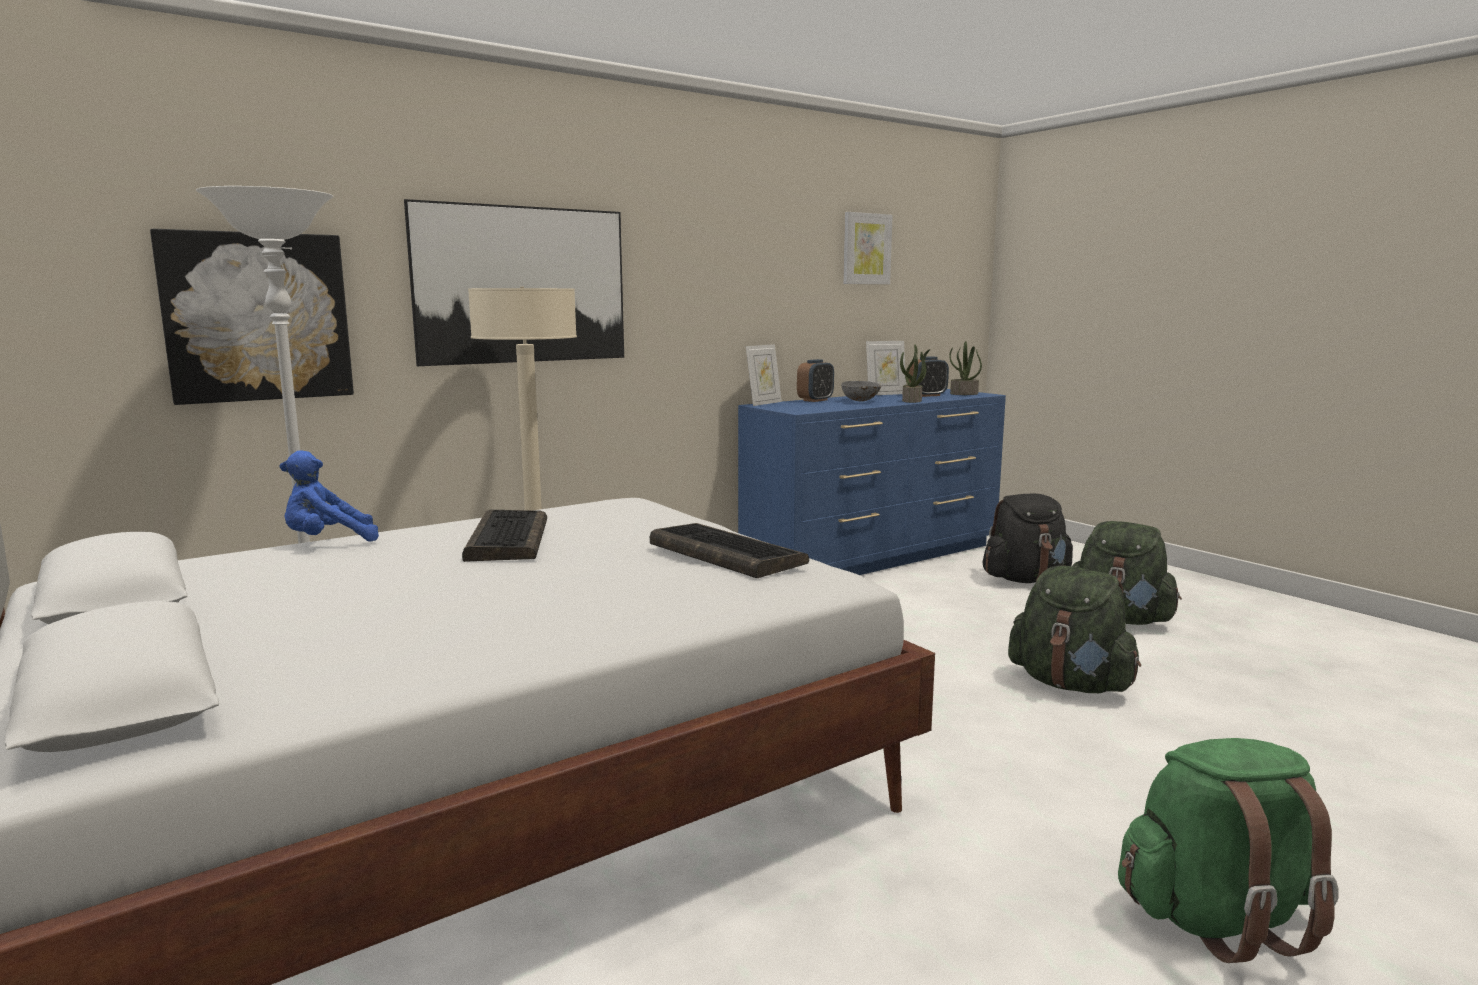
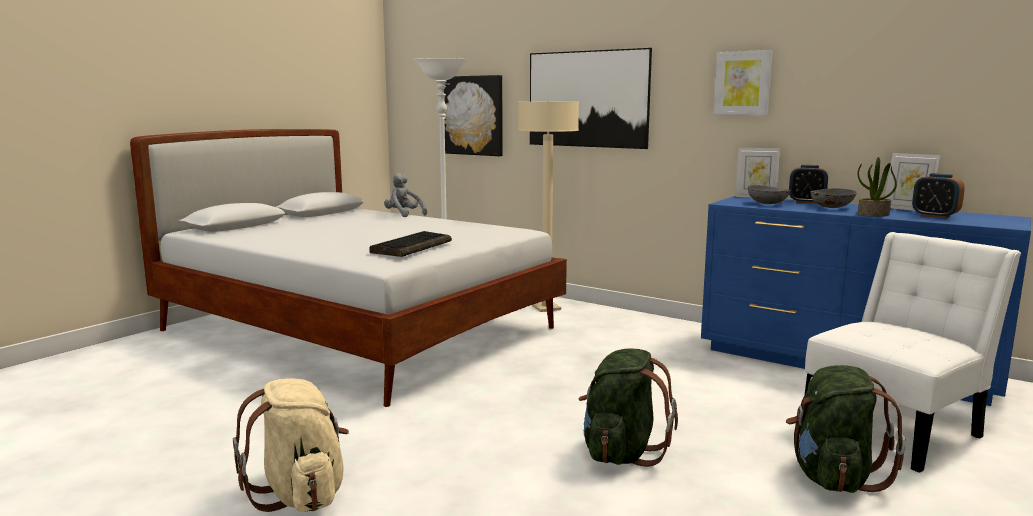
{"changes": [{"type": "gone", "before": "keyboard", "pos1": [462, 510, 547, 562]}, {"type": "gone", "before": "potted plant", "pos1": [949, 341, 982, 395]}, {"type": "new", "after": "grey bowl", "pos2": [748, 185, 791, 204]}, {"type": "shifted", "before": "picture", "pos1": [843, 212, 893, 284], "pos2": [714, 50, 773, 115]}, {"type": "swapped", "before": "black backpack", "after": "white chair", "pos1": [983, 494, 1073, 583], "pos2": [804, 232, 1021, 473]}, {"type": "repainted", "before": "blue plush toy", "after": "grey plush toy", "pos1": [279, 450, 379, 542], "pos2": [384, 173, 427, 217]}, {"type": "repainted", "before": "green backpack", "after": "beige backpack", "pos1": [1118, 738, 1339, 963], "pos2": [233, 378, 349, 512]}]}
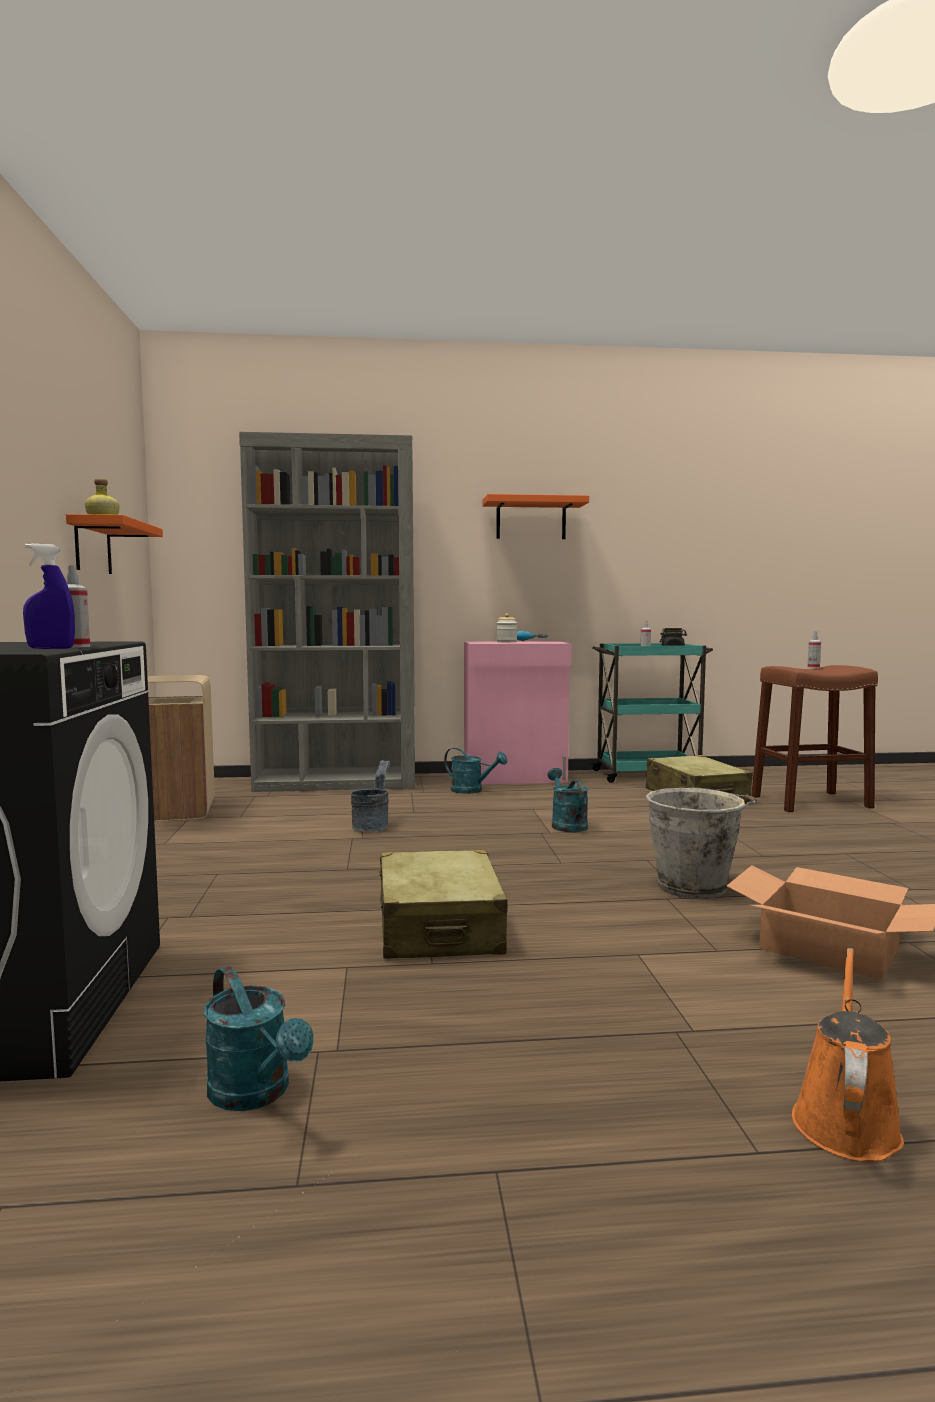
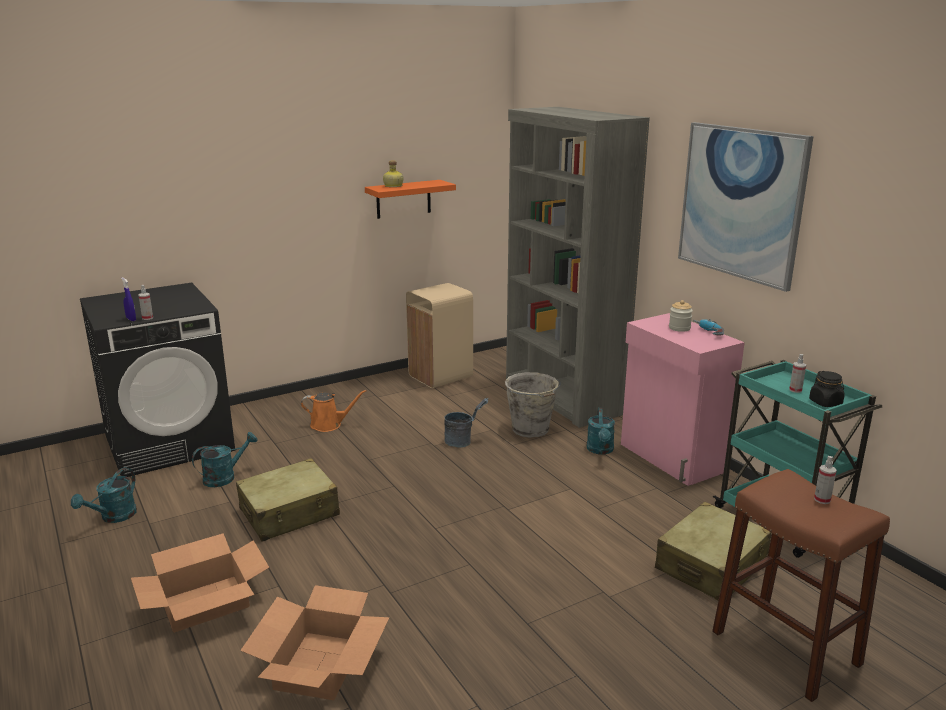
{"changes": [{"type": "new", "after": "cardboard box", "pos2": [131, 533, 269, 633]}, {"type": "shifted", "before": "turquoise watering can", "pos1": [547, 768, 588, 832], "pos2": [192, 432, 258, 487]}, {"type": "shifted", "before": "grey bucket", "pos1": [646, 787, 757, 899], "pos2": [505, 372, 561, 438]}, {"type": "shifted", "before": "orange watering can", "pos1": [792, 948, 904, 1162], "pos2": [301, 390, 367, 432]}, {"type": "swapped", "before": "orange shelf", "after": "picture", "pos1": [482, 494, 589, 539], "pos2": [678, 122, 814, 292]}]}
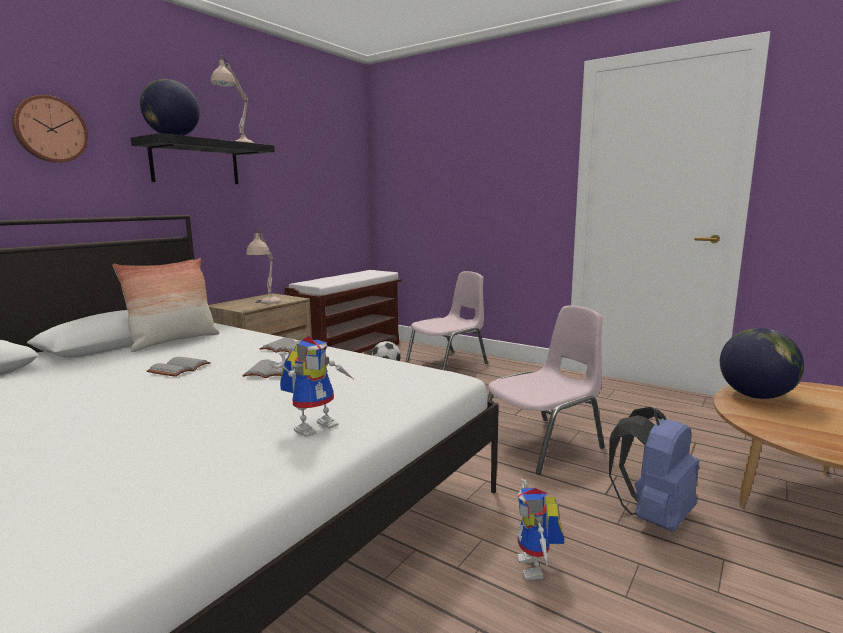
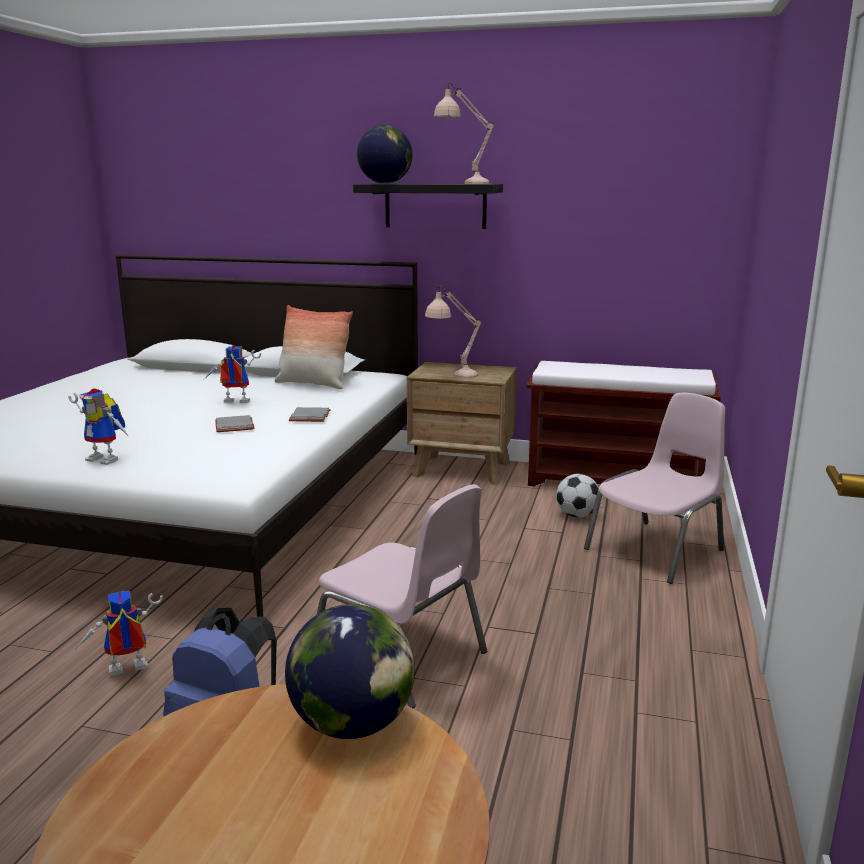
{"changes": [{"type": "gone", "before": "wall clock", "pos1": [12, 95, 88, 163]}, {"type": "swapped", "before": "grey book", "after": "toy robot", "pos1": [147, 357, 211, 377], "pos2": [204, 344, 261, 403]}, {"type": "rotated", "before": "pink chair", "pos1": [406, 271, 488, 370], "pos2": [584, 392, 725, 584], "turn": -75}]}
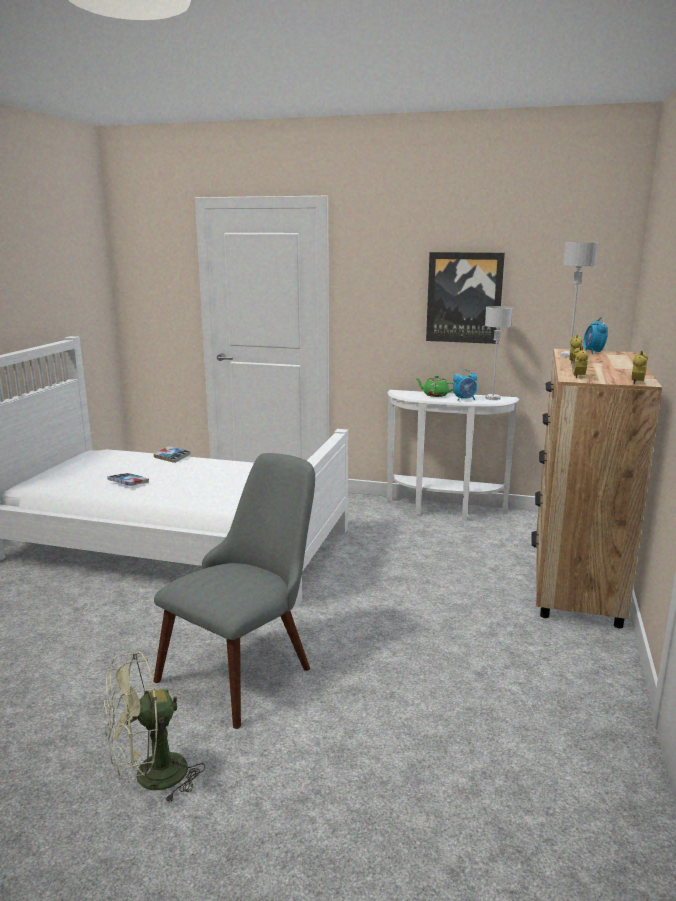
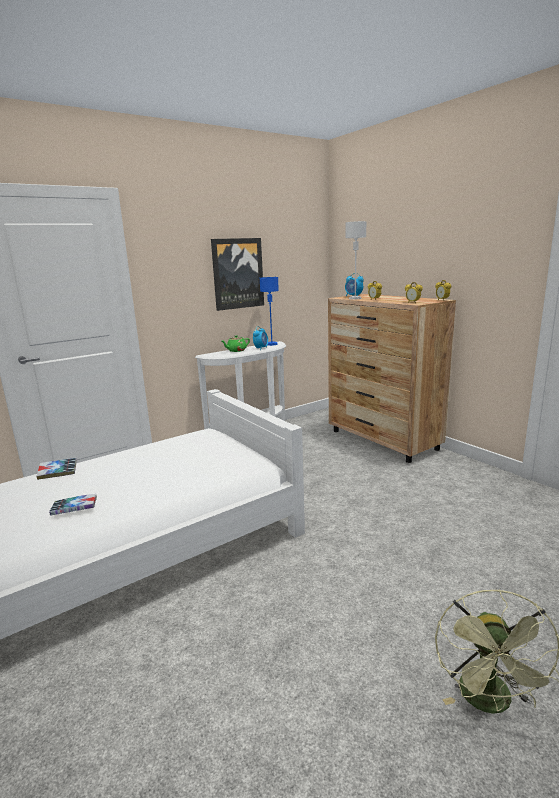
{"changes": [{"type": "gone", "before": "grey chair", "pos1": [153, 453, 315, 729]}, {"type": "repainted", "before": "grey table lamp", "after": "blue table lamp", "pos1": [485, 306, 512, 400], "pos2": [260, 277, 279, 346]}]}
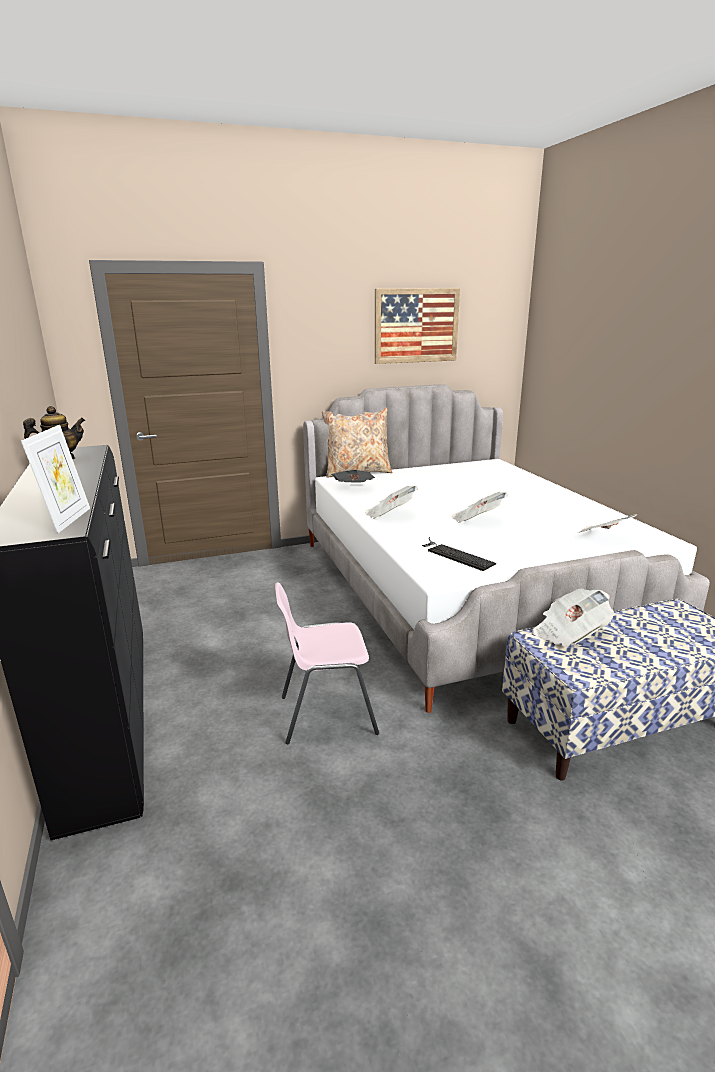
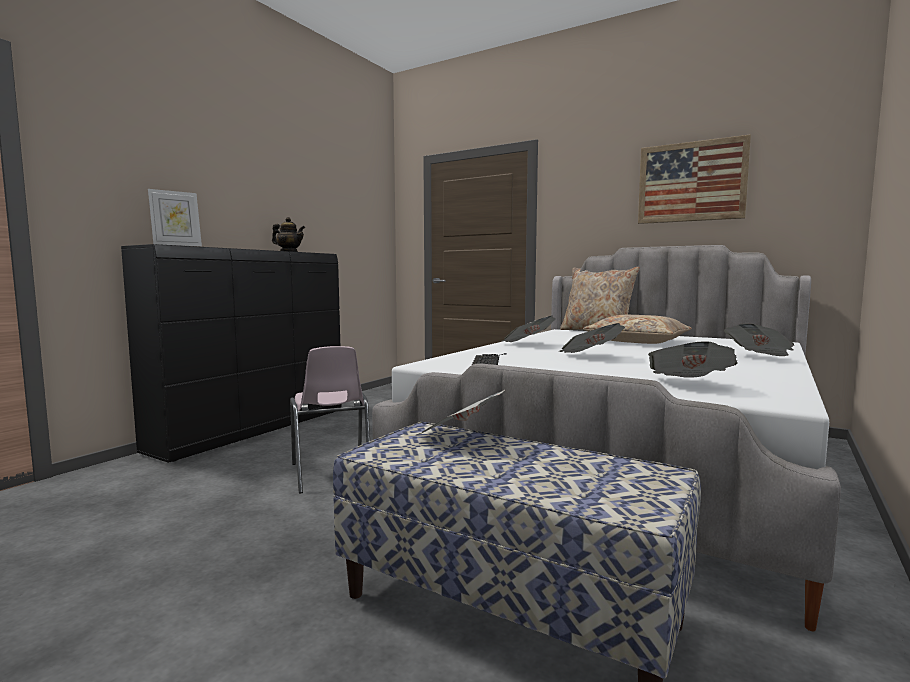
{"changes": [{"type": "new", "after": "beige pillow", "pos2": [583, 315, 692, 344]}, {"type": "shifted", "before": "newspaper", "pos1": [331, 470, 375, 483], "pos2": [724, 323, 794, 356]}, {"type": "rotated", "before": "pink chair", "pos1": [275, 582, 379, 744], "pos2": [290, 346, 370, 494], "turn": -150}]}
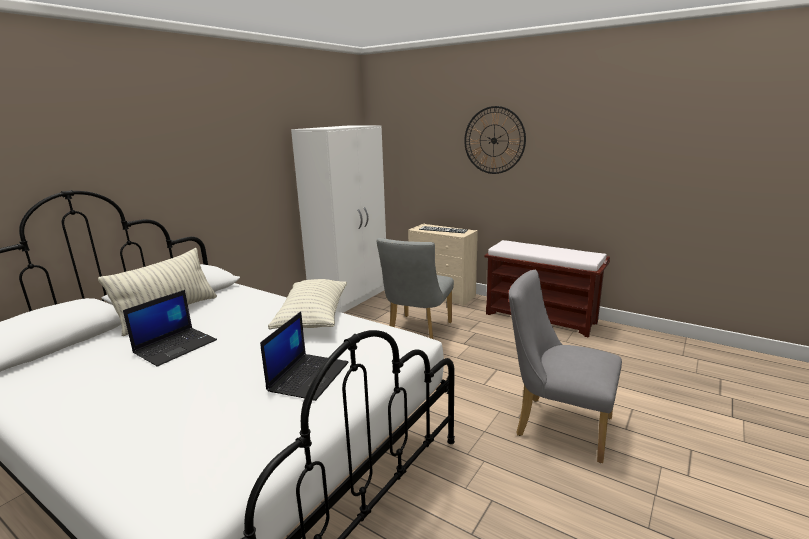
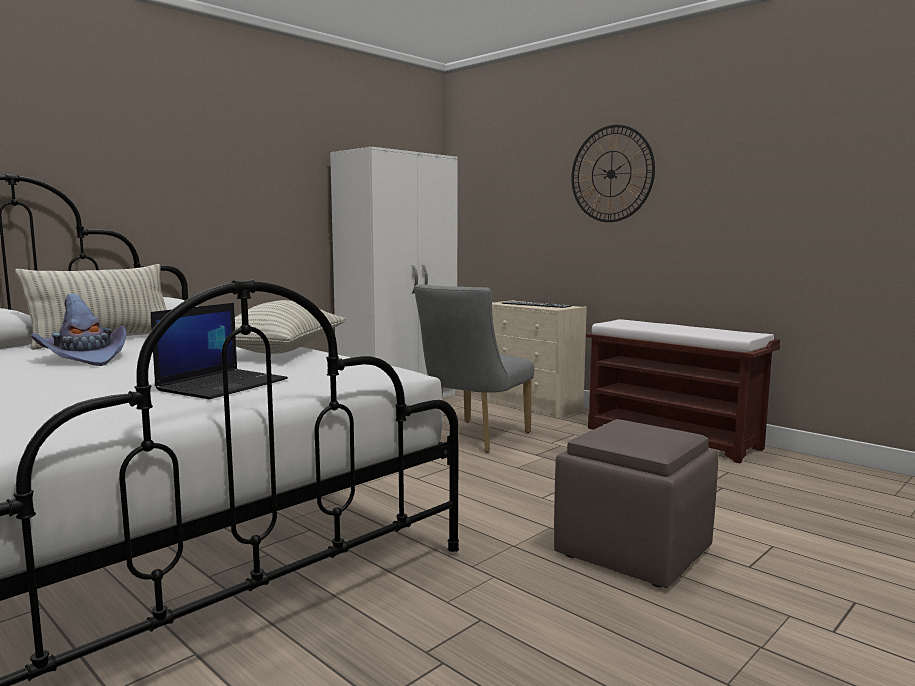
{"changes": [{"type": "swapped", "before": "laptop", "after": "purple hat", "pos1": [123, 290, 217, 367], "pos2": [31, 294, 127, 366]}, {"type": "swapped", "before": "grey chair", "after": "brown ottoman", "pos1": [509, 270, 622, 463], "pos2": [554, 419, 718, 588]}]}
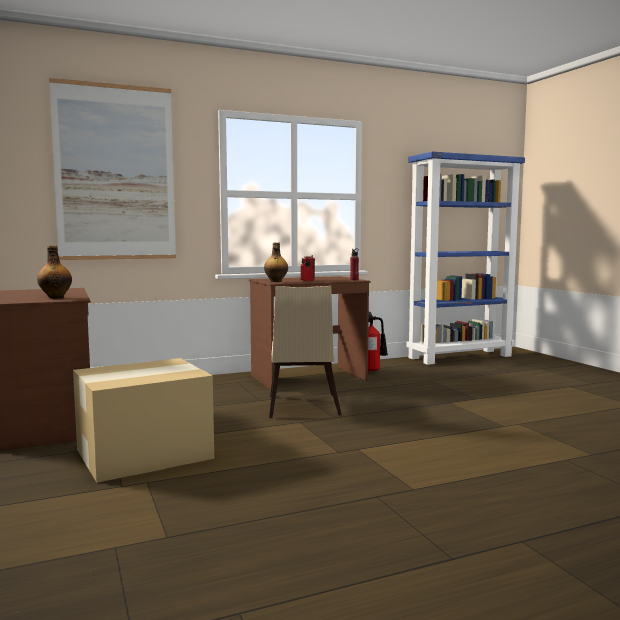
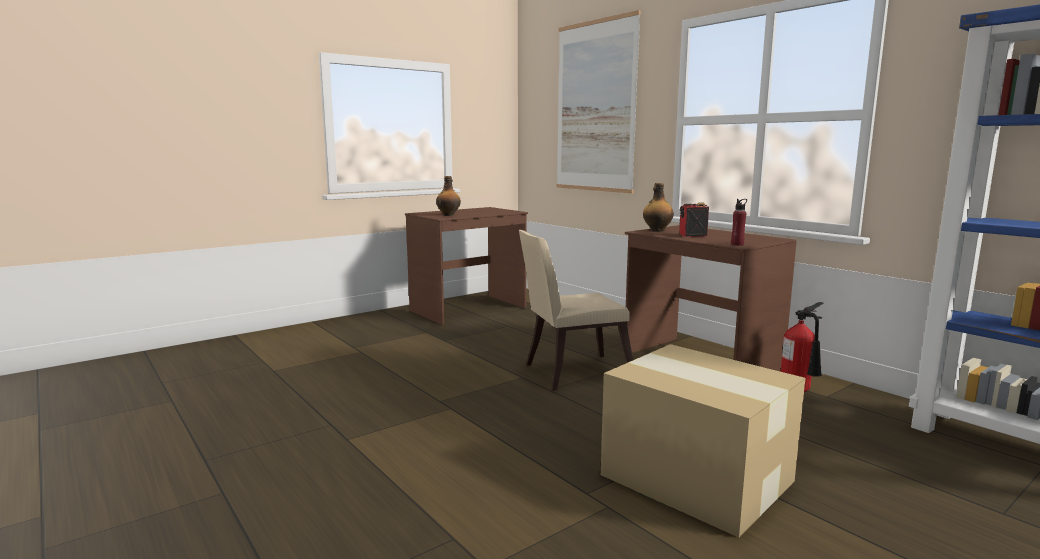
{"changes": [{"type": "shifted", "before": "cardboard box", "pos1": [73, 358, 214, 483], "pos2": [601, 344, 805, 538]}]}
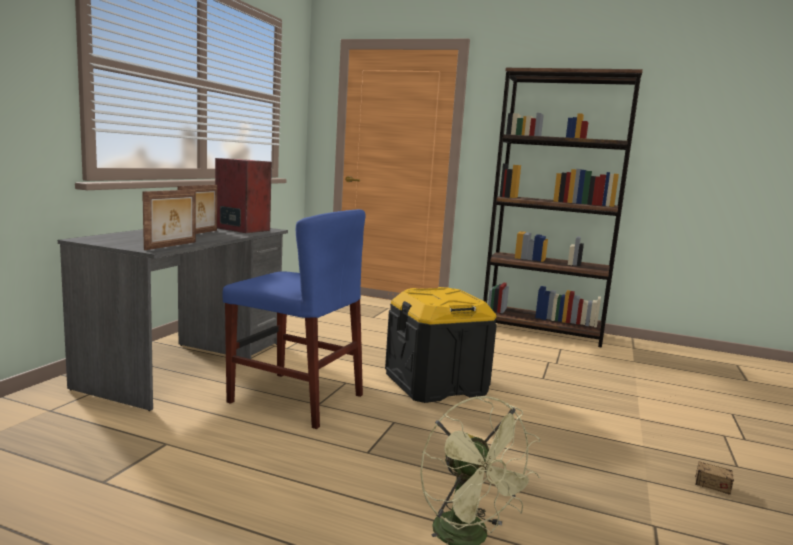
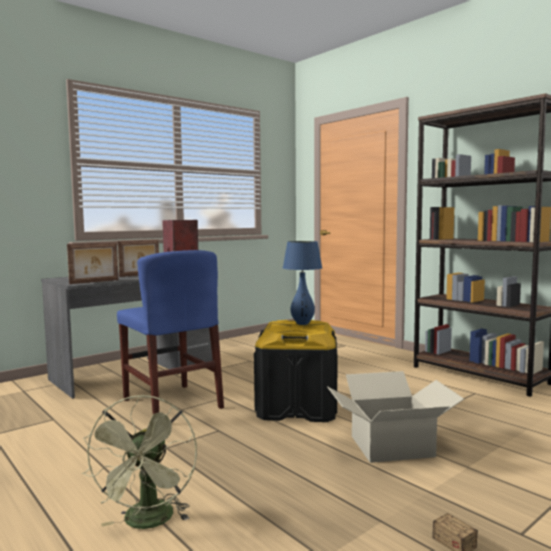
{"changes": [{"type": "new", "after": "blue table lamp", "pos2": [283, 241, 322, 325]}, {"type": "new", "after": "cardboard box", "pos2": [327, 371, 464, 463]}]}
